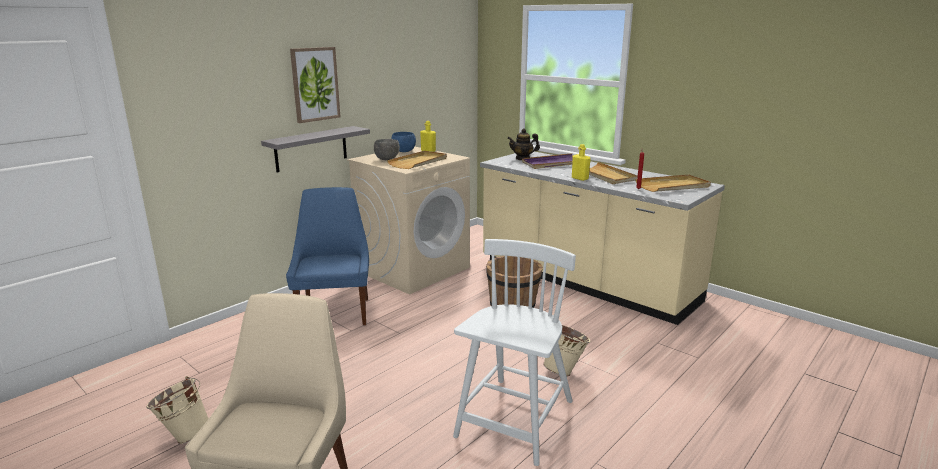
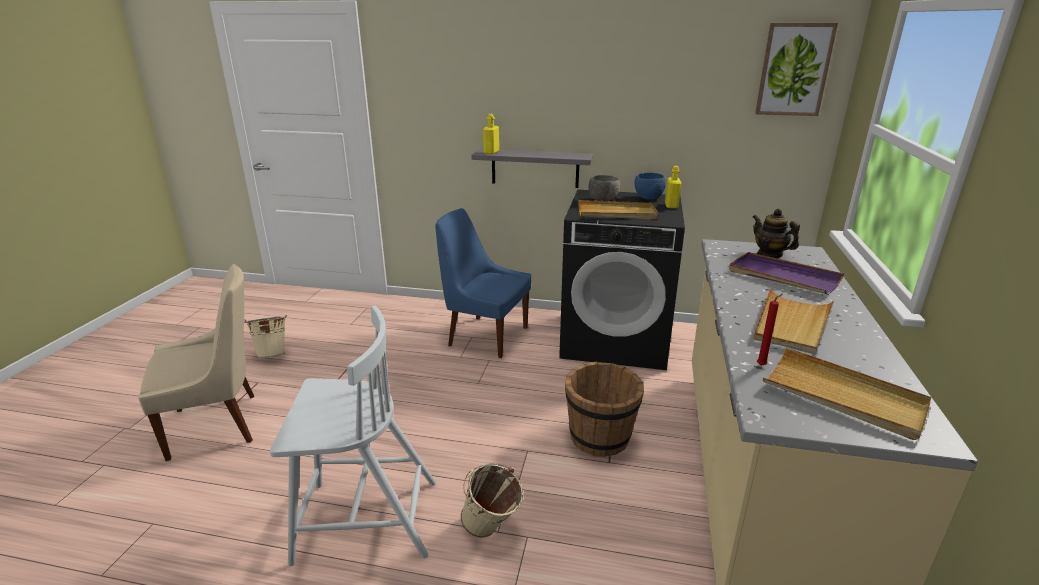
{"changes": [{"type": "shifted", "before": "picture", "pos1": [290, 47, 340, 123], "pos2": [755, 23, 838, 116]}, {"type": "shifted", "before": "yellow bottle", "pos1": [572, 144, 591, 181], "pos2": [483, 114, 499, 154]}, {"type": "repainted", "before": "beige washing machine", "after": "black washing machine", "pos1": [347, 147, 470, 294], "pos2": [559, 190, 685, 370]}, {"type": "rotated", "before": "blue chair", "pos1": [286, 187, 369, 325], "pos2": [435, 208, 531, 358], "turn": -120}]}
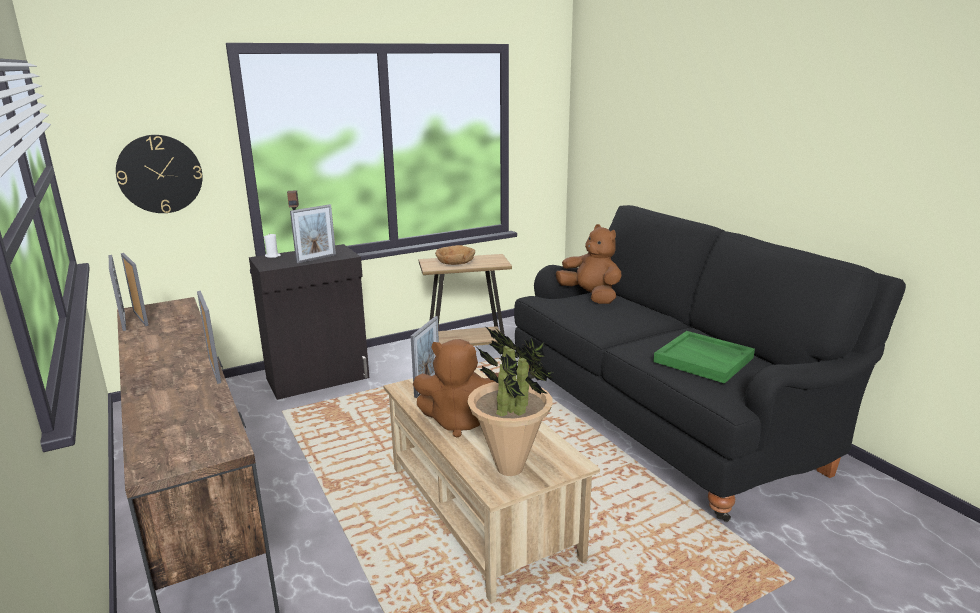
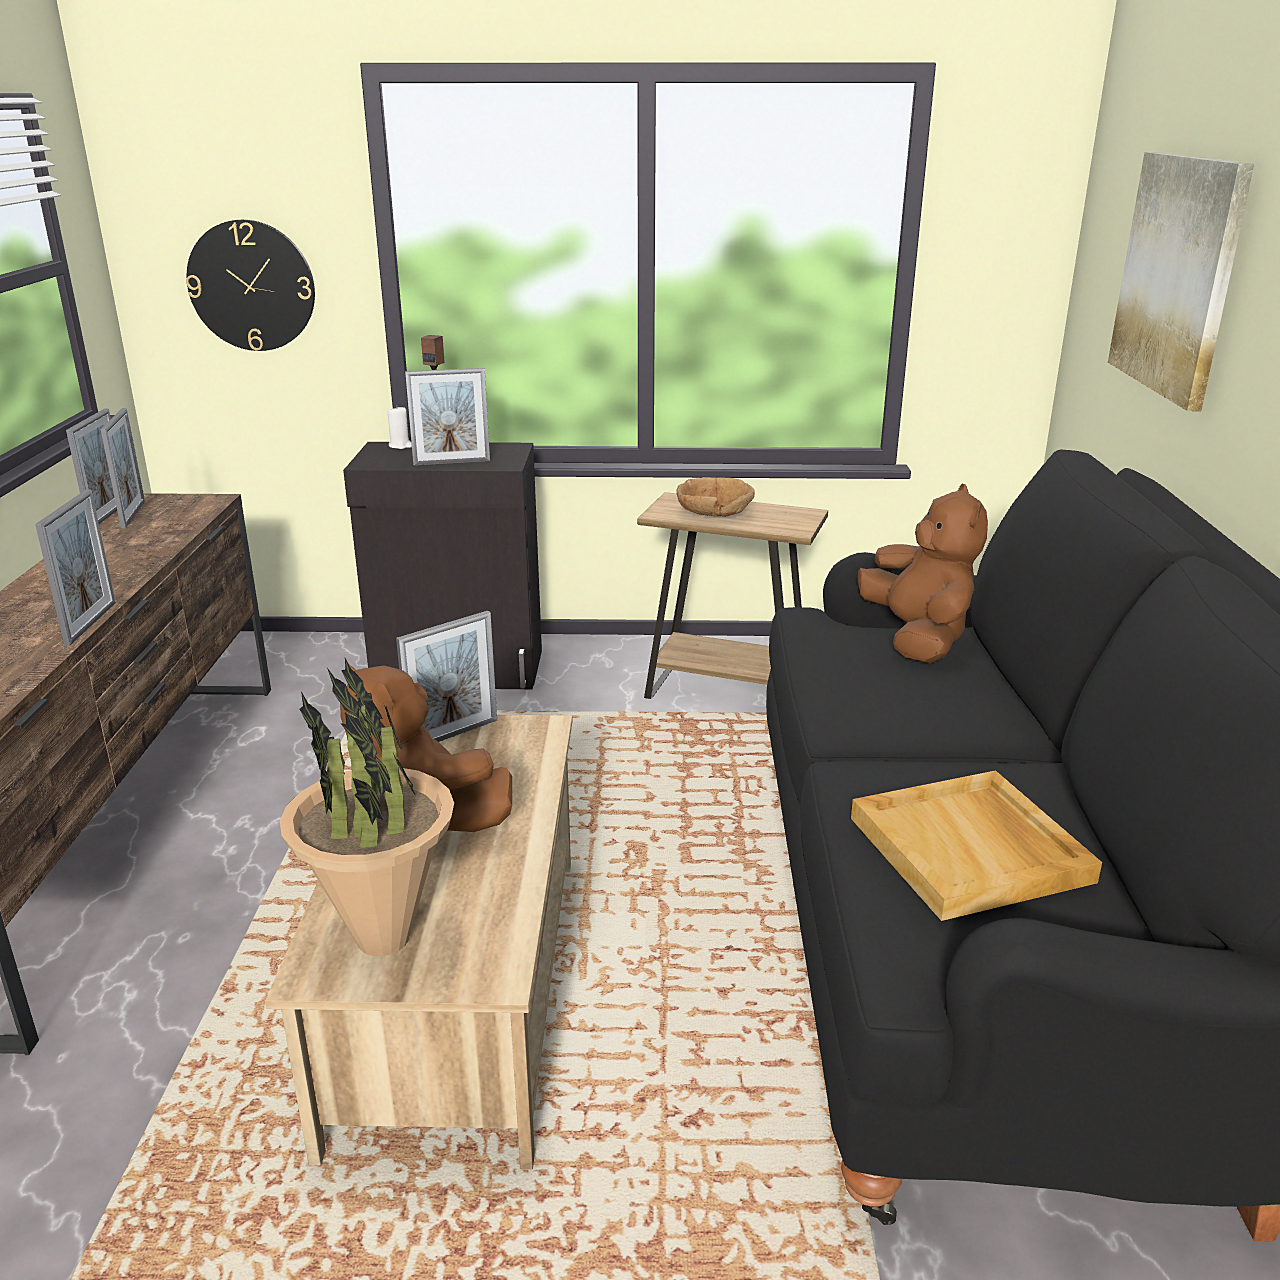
{"changes": [{"type": "new", "after": "picture", "pos2": [1108, 152, 1254, 411]}, {"type": "repainted", "before": "green tray", "after": "beige tray", "pos1": [653, 331, 755, 384], "pos2": [851, 770, 1102, 921]}]}
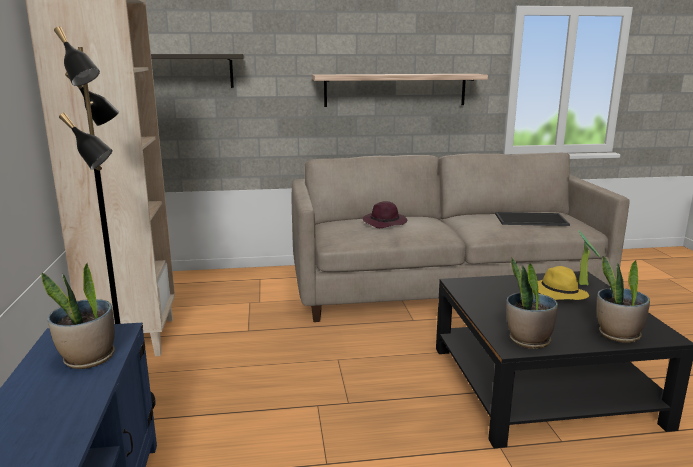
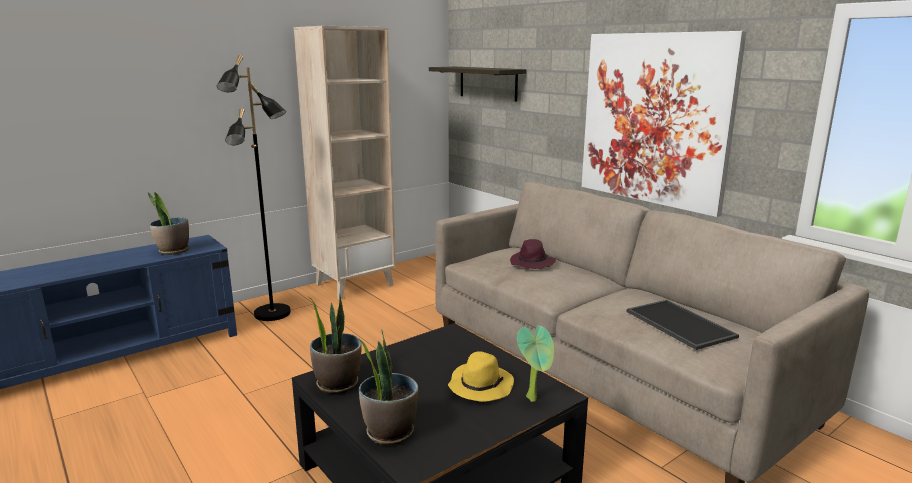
{"changes": [{"type": "swapped", "before": "shelf", "after": "picture", "pos1": [312, 74, 488, 107], "pos2": [582, 31, 746, 217]}]}
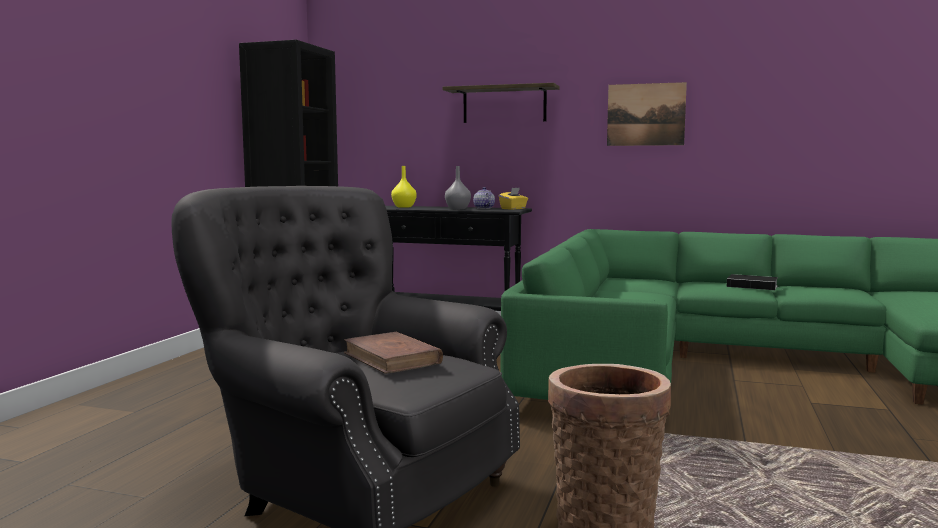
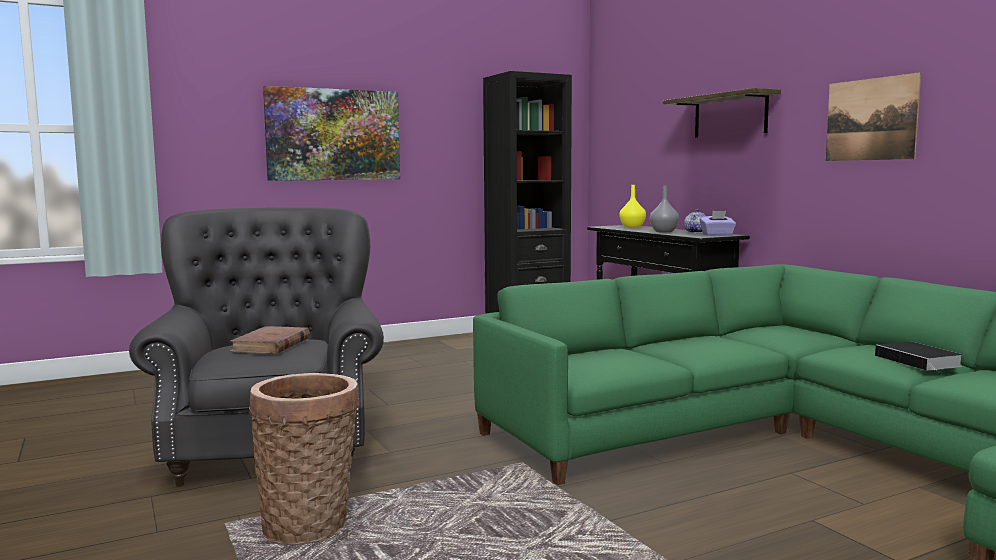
{"changes": [{"type": "new", "after": "picture", "pos2": [263, 86, 400, 181]}, {"type": "repainted", "before": "yellow tissue box", "after": "purple tissue box", "pos1": [499, 188, 528, 210], "pos2": [700, 211, 736, 236]}]}
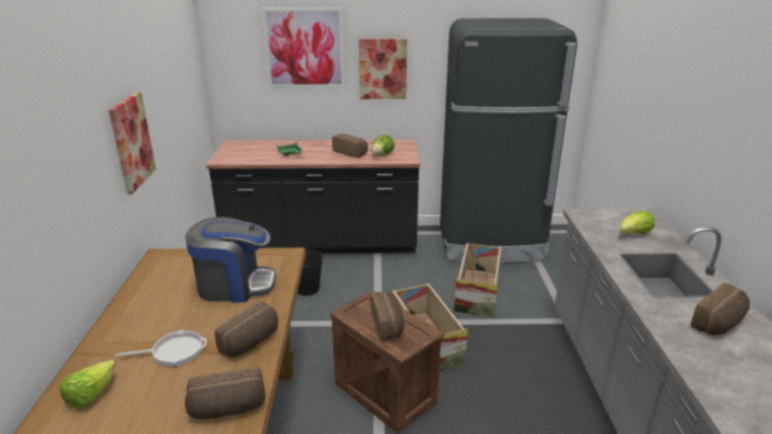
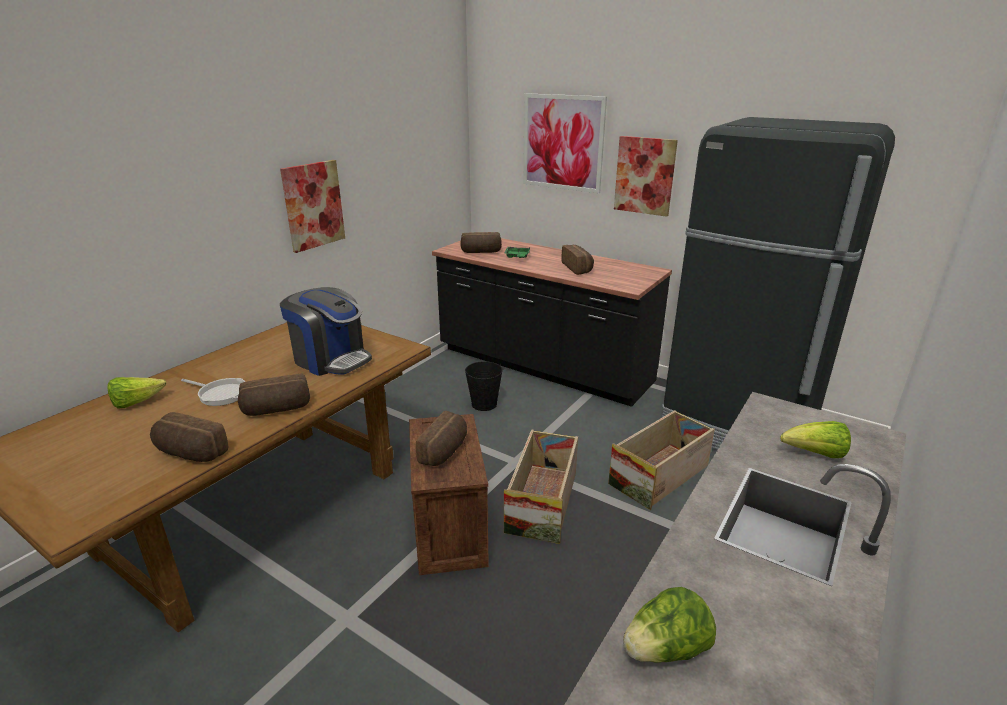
{"changes": [{"type": "shifted", "before": "lettuce", "pos1": [371, 135, 395, 156], "pos2": [623, 587, 716, 662]}, {"type": "shifted", "before": "bread", "pos1": [691, 283, 750, 335], "pos2": [460, 232, 502, 253]}]}
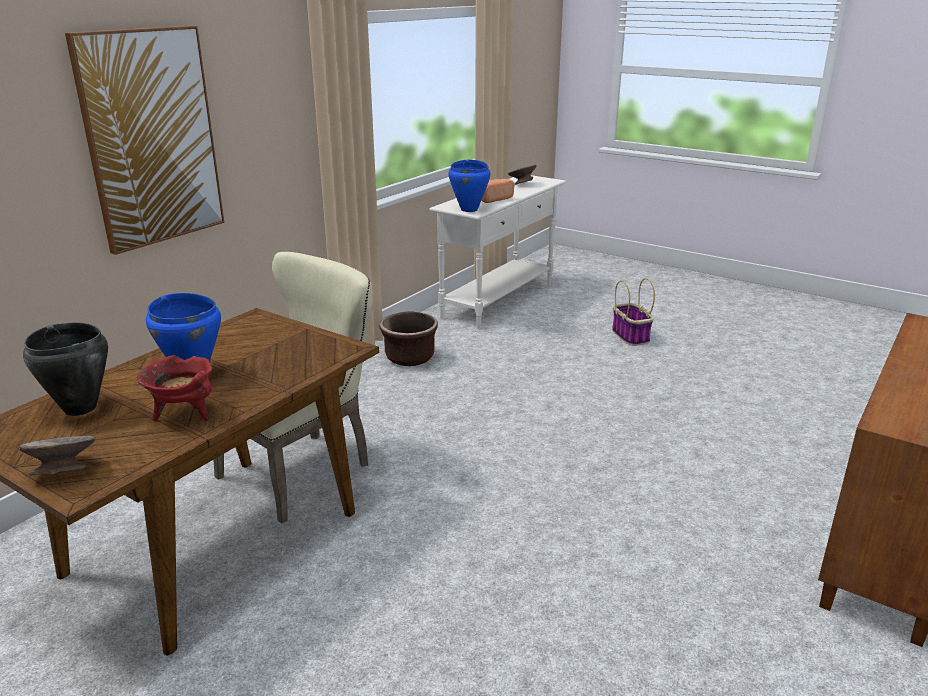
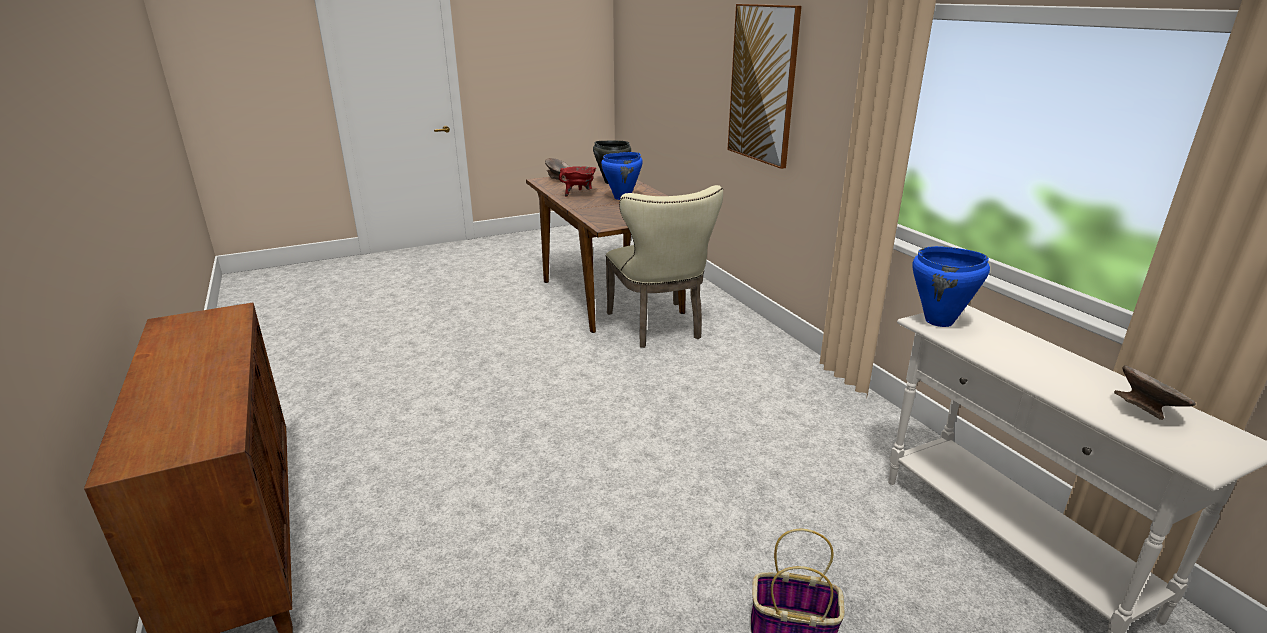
{"changes": [{"type": "gone", "before": "brown planter", "pos1": [379, 311, 438, 366]}, {"type": "gone", "before": "bread", "pos1": [481, 179, 514, 203]}]}
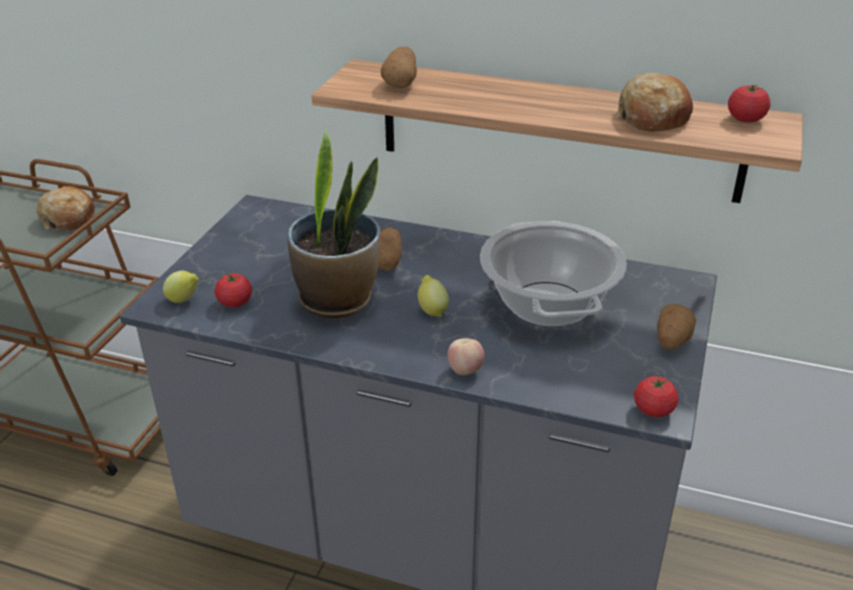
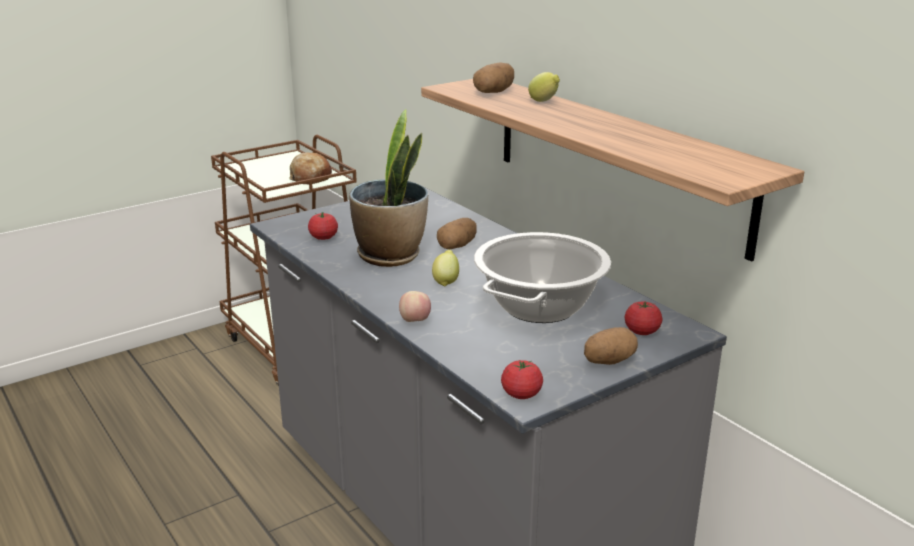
{"changes": [{"type": "gone", "before": "bread", "pos1": [616, 73, 693, 132]}, {"type": "shifted", "before": "lemon", "pos1": [163, 271, 199, 303], "pos2": [528, 72, 560, 102]}, {"type": "shifted", "before": "tomato", "pos1": [728, 85, 770, 122], "pos2": [625, 302, 662, 335]}]}
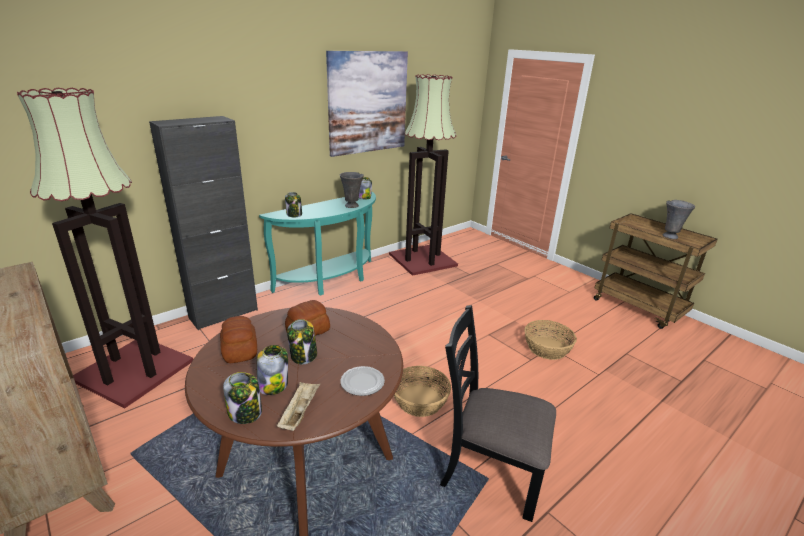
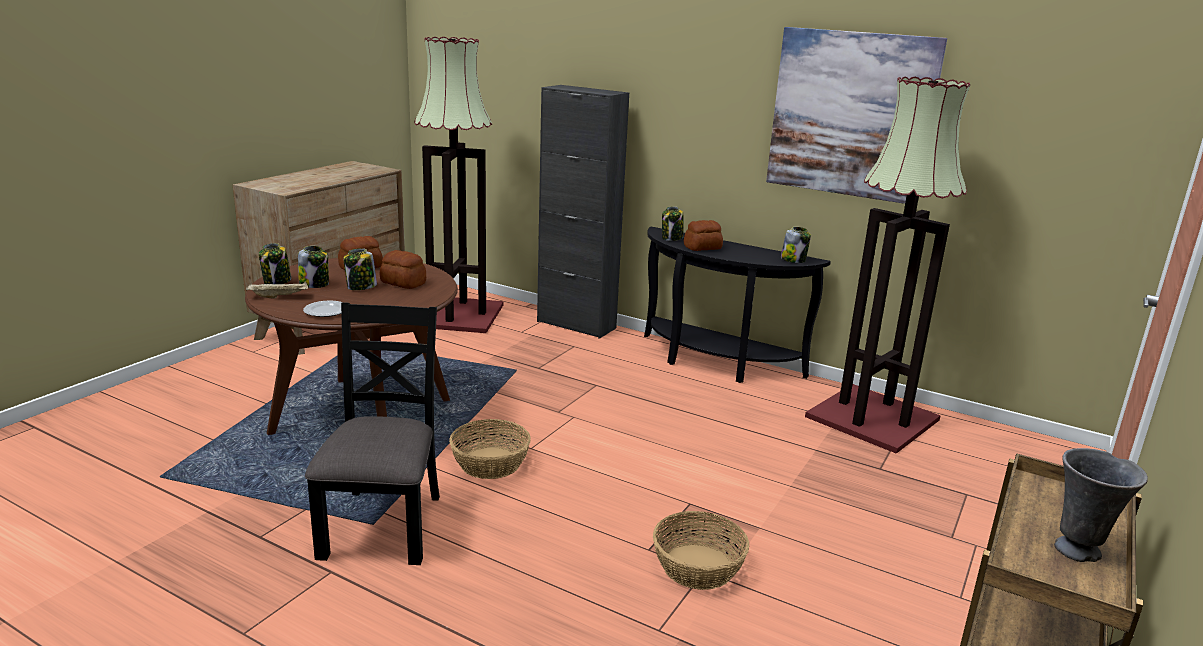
{"changes": [{"type": "gone", "before": "grey vase", "pos1": [340, 172, 364, 208]}, {"type": "new", "after": "bread", "pos2": [684, 220, 723, 251]}, {"type": "repainted", "before": "turquoise console table", "after": "black console table", "pos1": [259, 192, 376, 295], "pos2": [644, 227, 831, 383]}]}
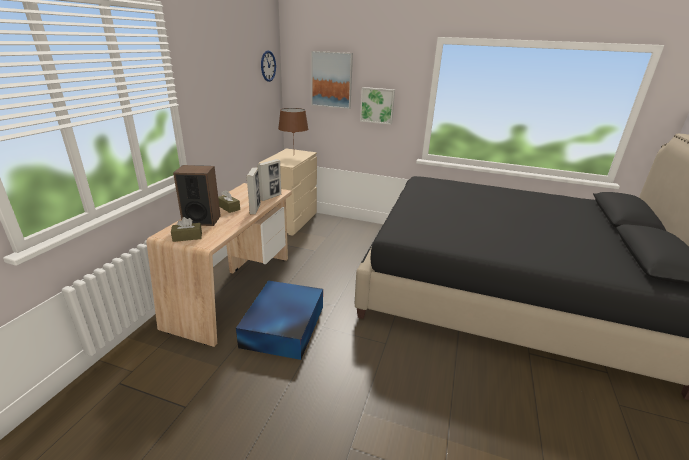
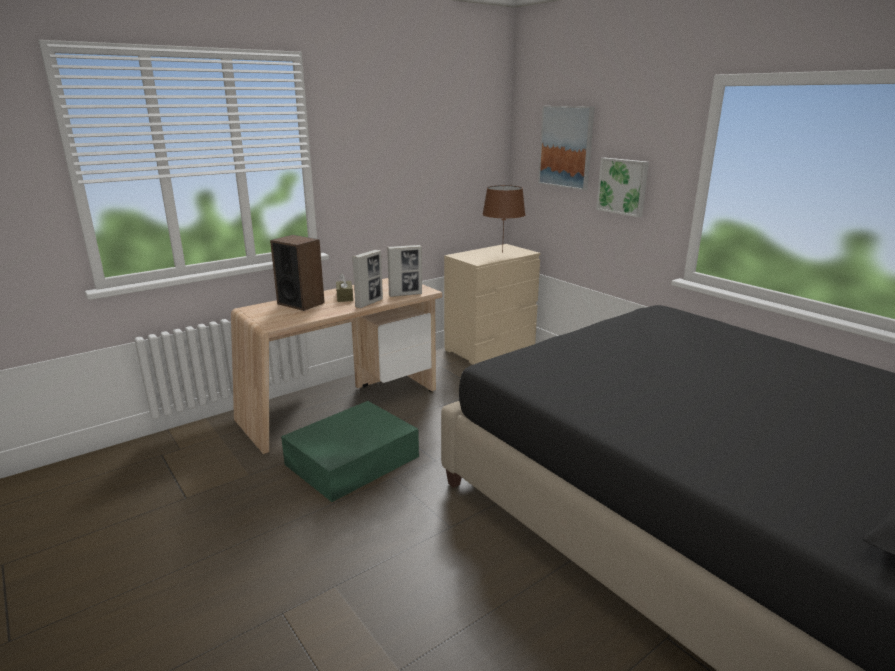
{"changes": [{"type": "gone", "before": "brown tissue box", "pos1": [171, 217, 202, 242]}, {"type": "gone", "before": "wall clock", "pos1": [261, 50, 276, 82]}, {"type": "repainted", "before": "blue storage box", "after": "green storage box", "pos1": [236, 280, 323, 360], "pos2": [281, 401, 419, 502]}]}
